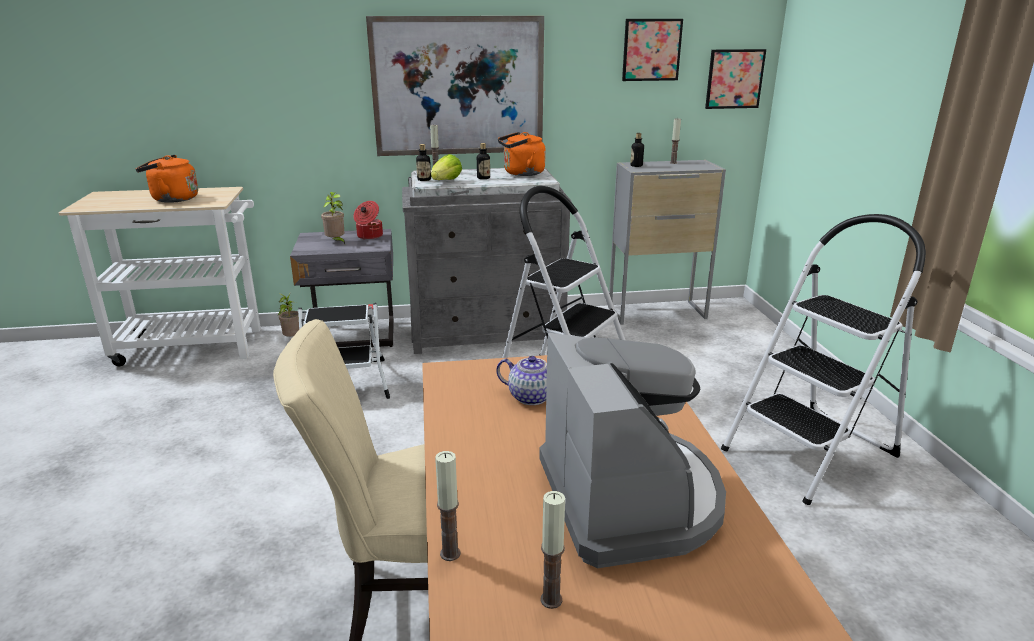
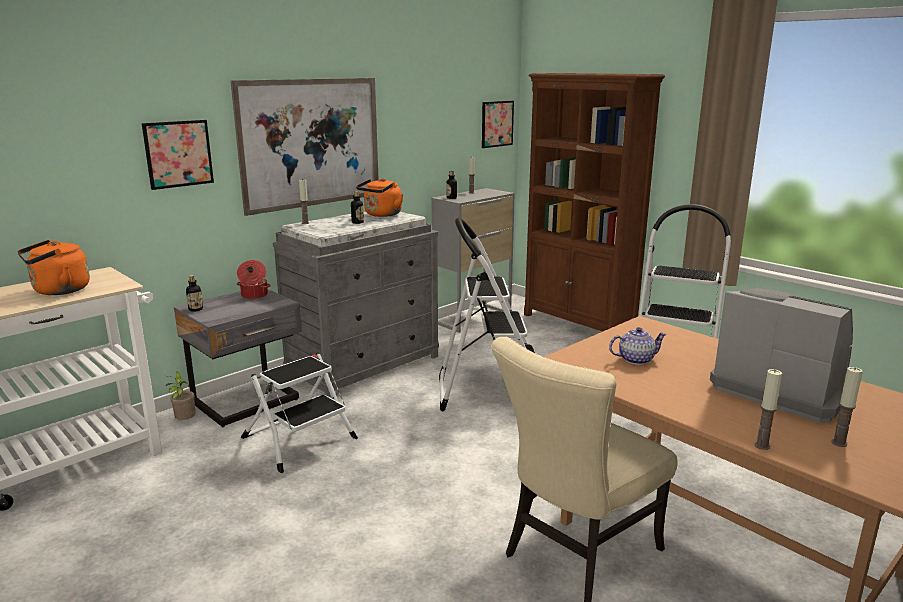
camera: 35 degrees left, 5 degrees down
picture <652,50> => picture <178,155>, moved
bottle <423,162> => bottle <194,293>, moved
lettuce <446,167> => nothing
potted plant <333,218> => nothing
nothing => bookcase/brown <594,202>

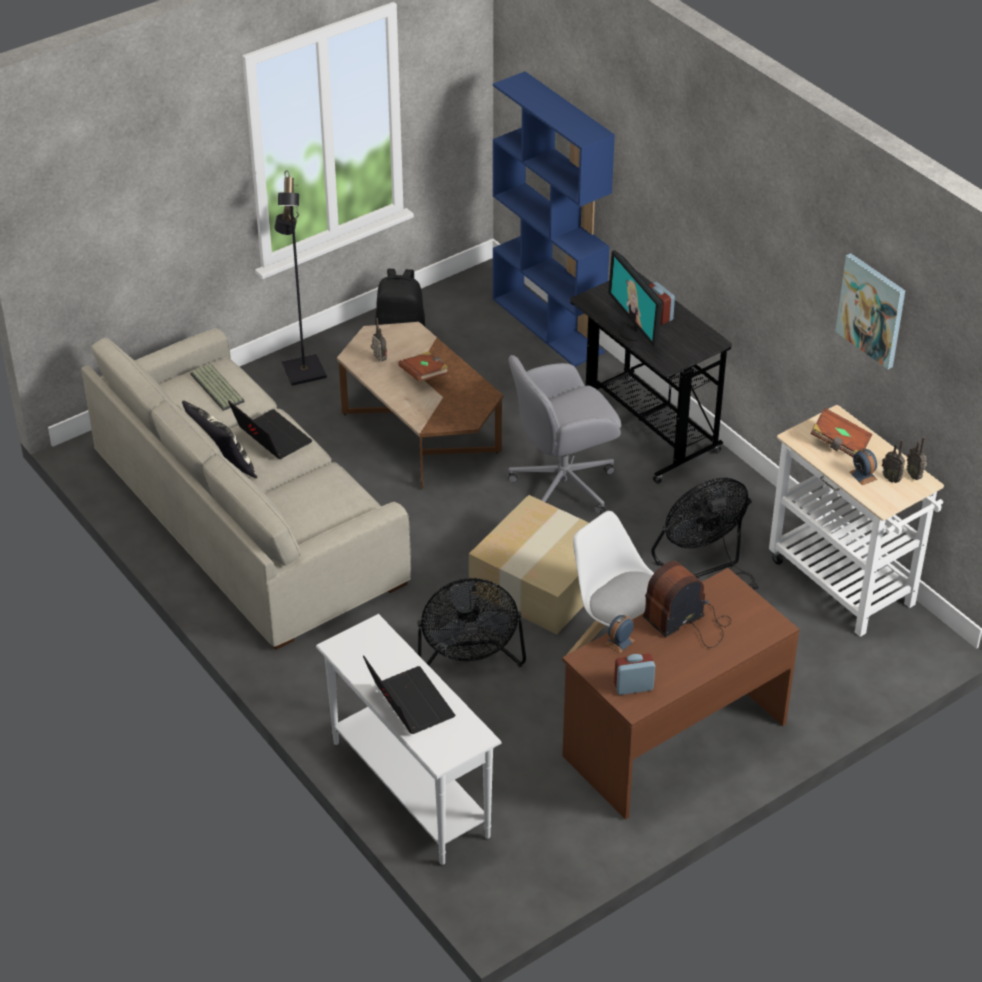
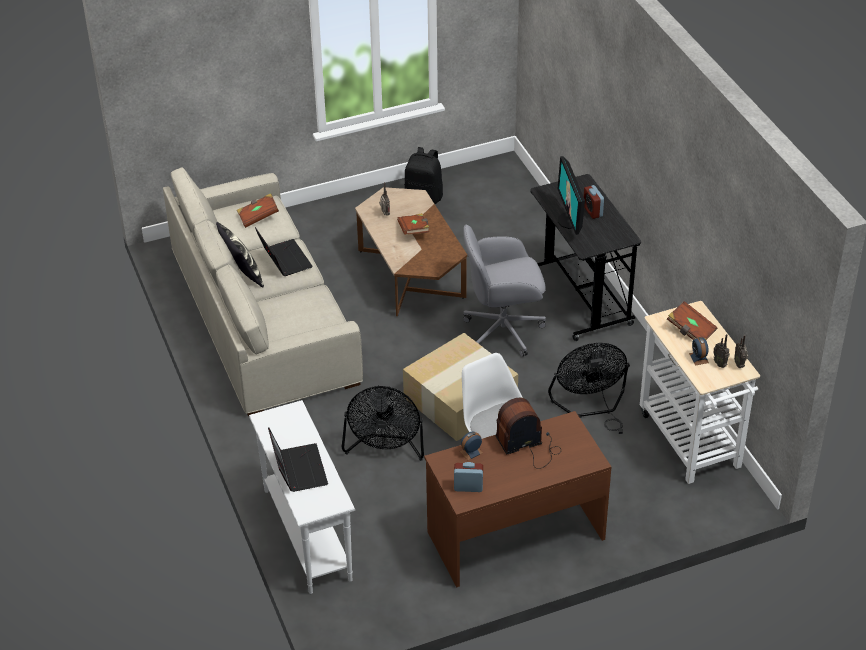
camera: 15 degrees right, 0 degrees up
bookcase/blue <554,219> => nothing
floor lamp/black <300,278> => nothing
picture <870,311> => nothing
keyboard <217,387> => book/brown <258,210>

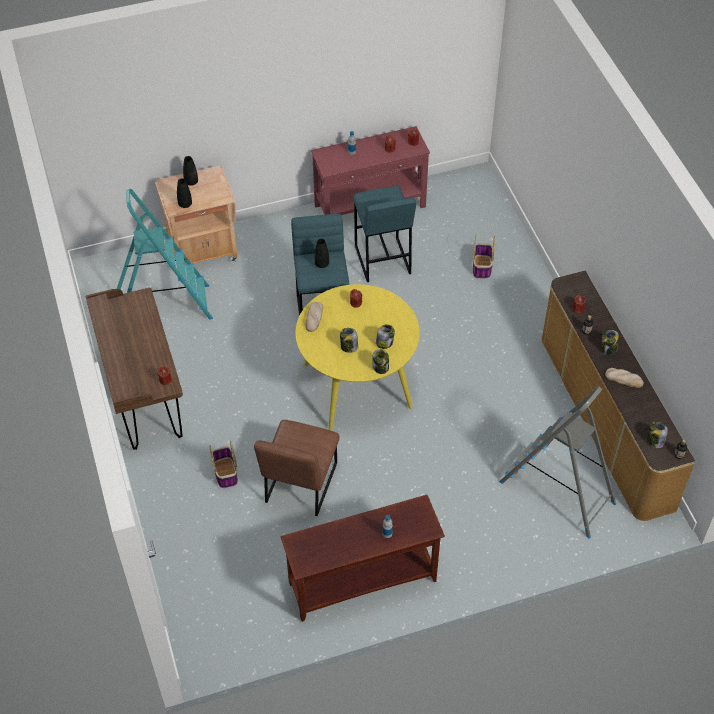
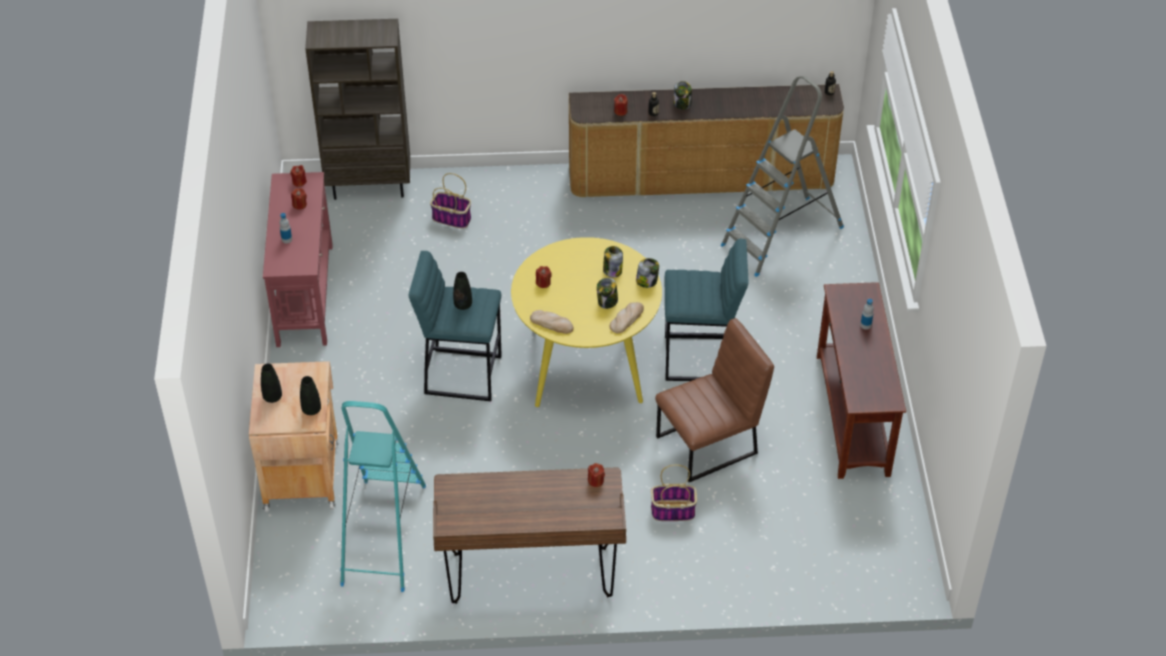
camera: 75 degrees left, 5 degrees down
stool/turquoise <384,234> => stool/turquoise <707,309>, moved
bread <624,378> => bread <627,318>, moved
chair/brown <297,468> => chair/brown <714,400>, 60 degrees counterclockwise
jar <657,434> => nothing
nothing => bookcase/brown <357,109>

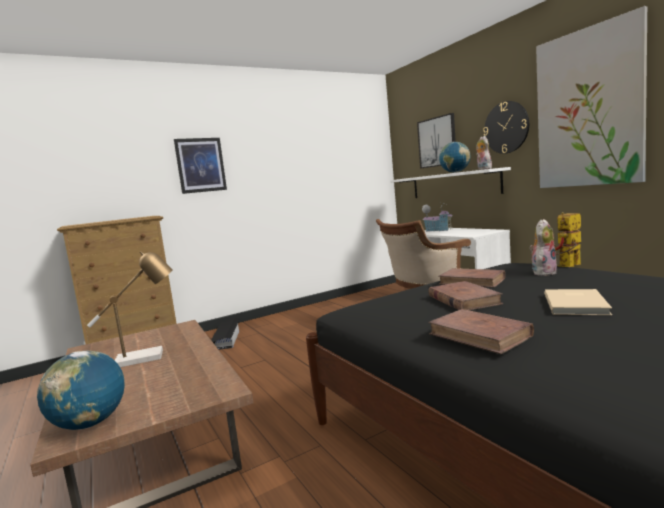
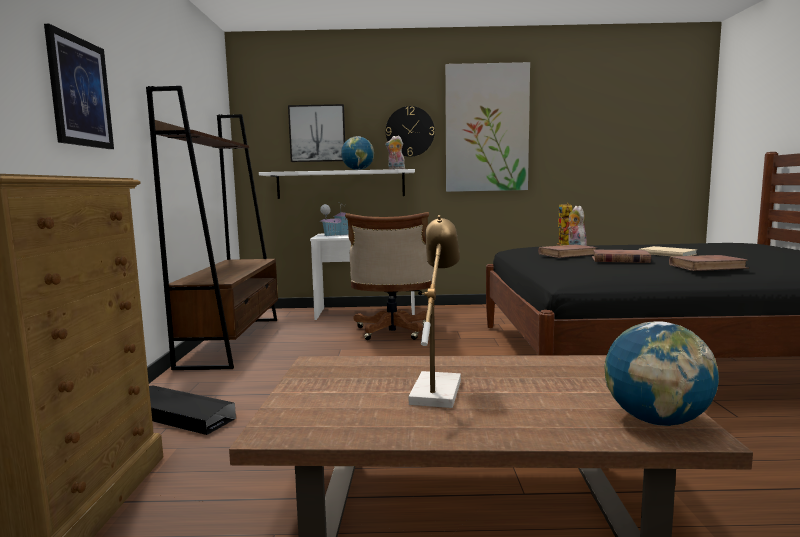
camera: 60 degrees left, 0 degrees up
nothing => bookcase/brown <212,228>

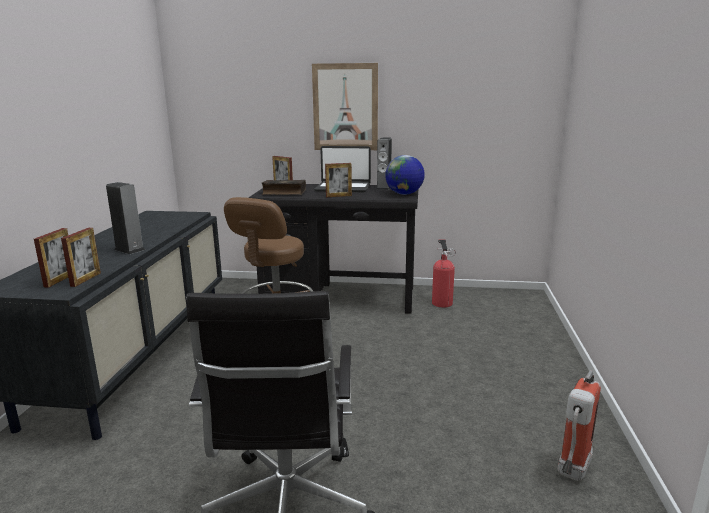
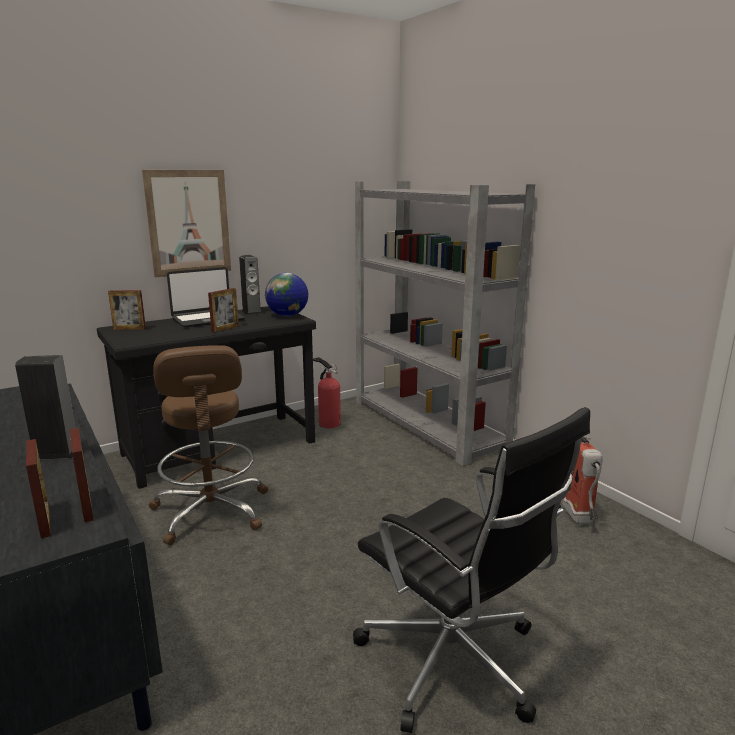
camera: 40 degrees left, 0 degrees up
book <284,187> => nothing
nothing => bookcase/grey <445,324>

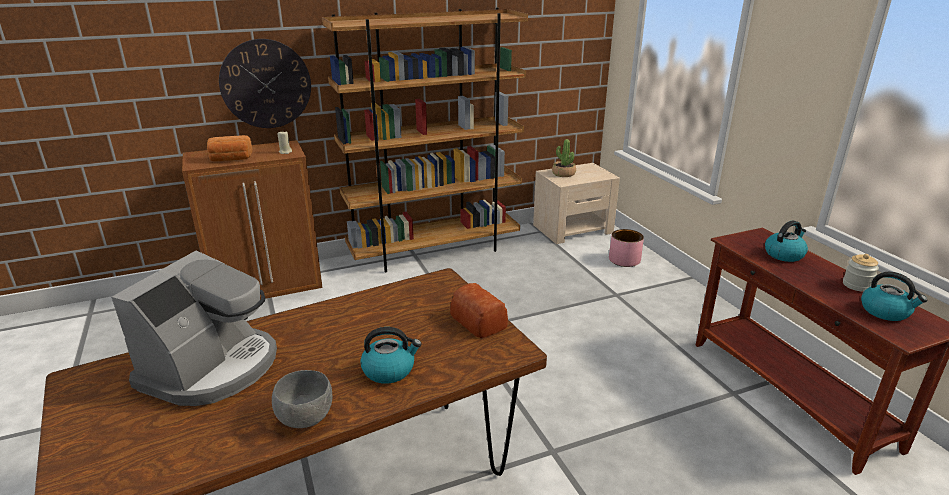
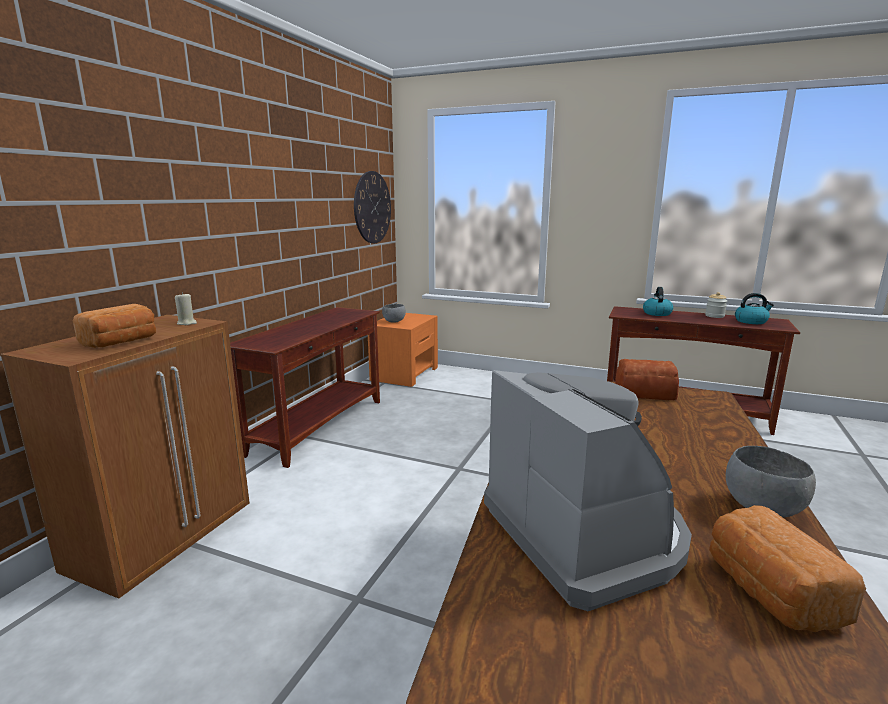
camera: 45 degrees left, 10 degrees down
bookcase/brown <425,140> => console table/brown <305,387>
wall clock <265,83> => wall clock <372,207>, moved
potted plant <564,158> => bowl/grey <394,313>
nightstand/beige <576,203> => nightstand/orange <403,350>
planter/pink <626,248> => nothing
kettle <391,355> => nothing
nothing => bread <787,568>

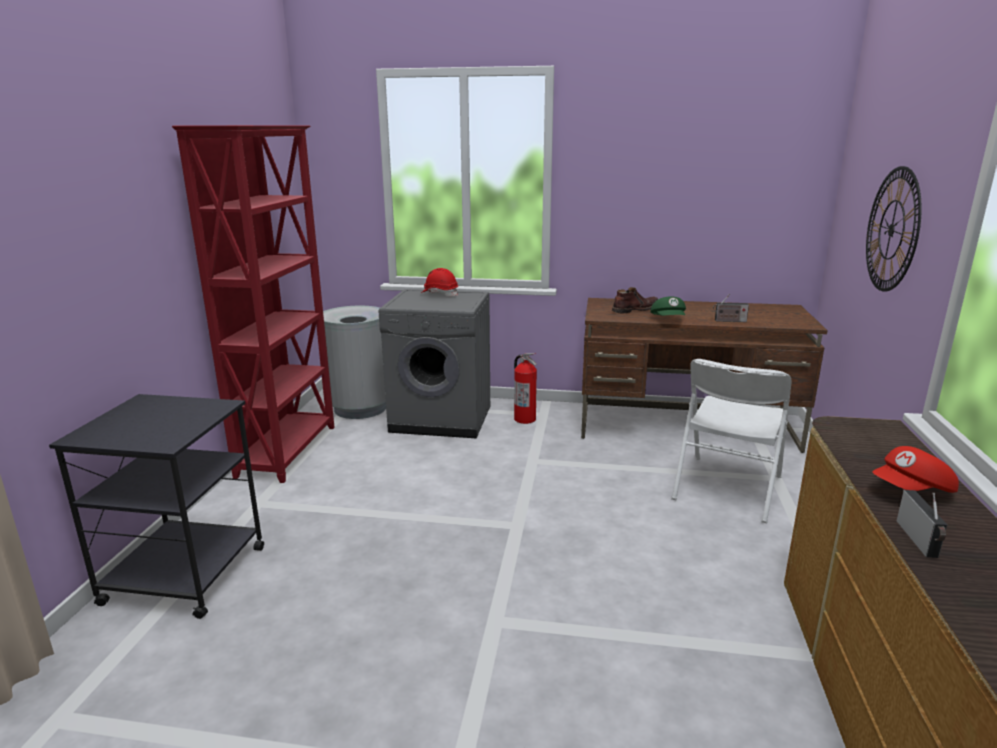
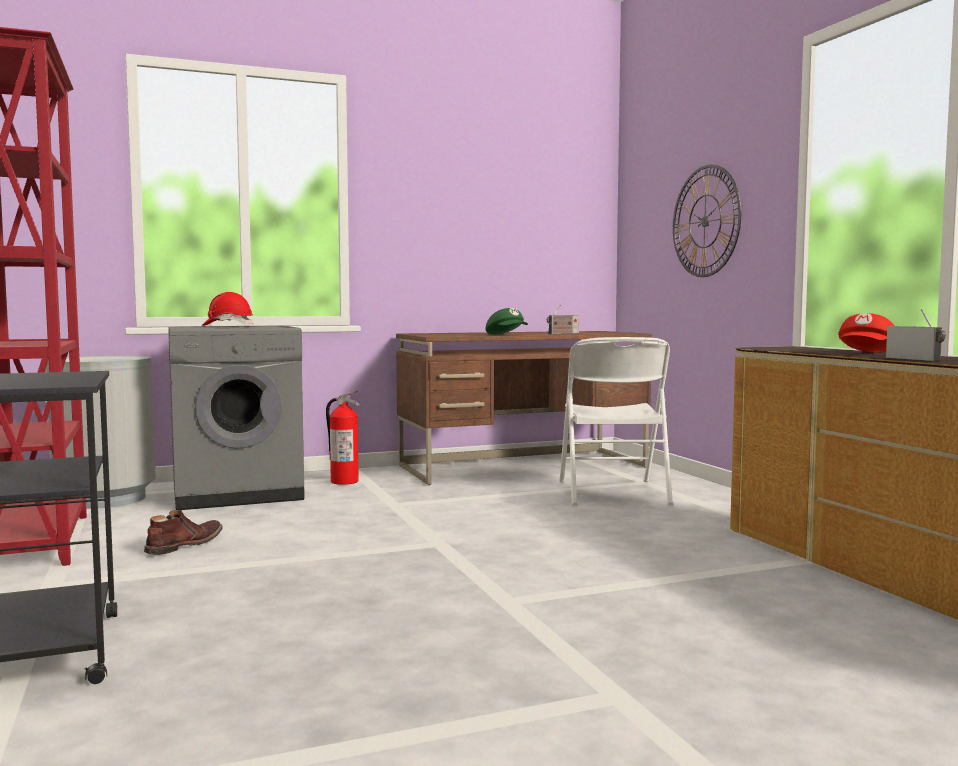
camera: 30 degrees left, 15 degrees down
boot/brown <635,300> => boot/brown <183,532>, moved

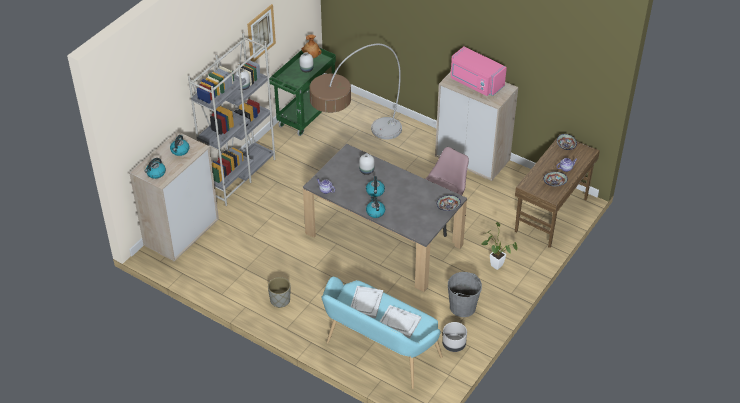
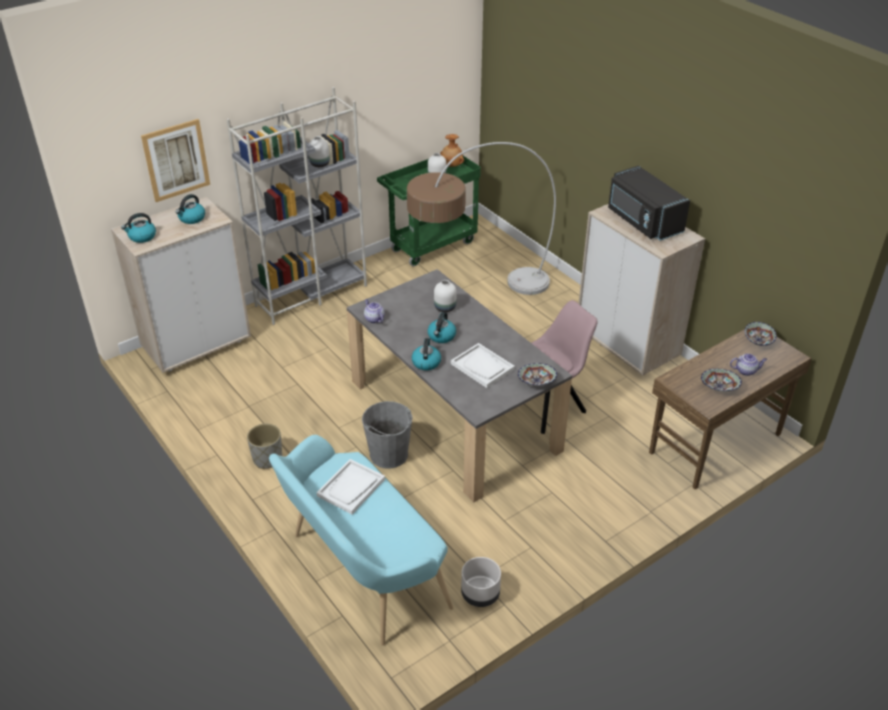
camera: 20 degrees right, 5 degrees down
picture <261,33> => picture <175,160>, moved
microwave/pink <479,71> => microwave/black <649,203>
potted plant <499,246> => nothing
bucket/grey <465,294> => bucket/grey <387,435>, moved
tray/white <400,321> => tray/white <483,365>, moved

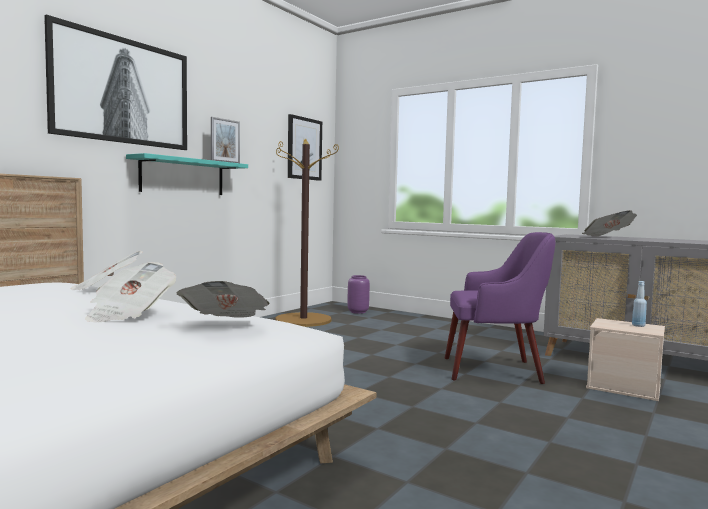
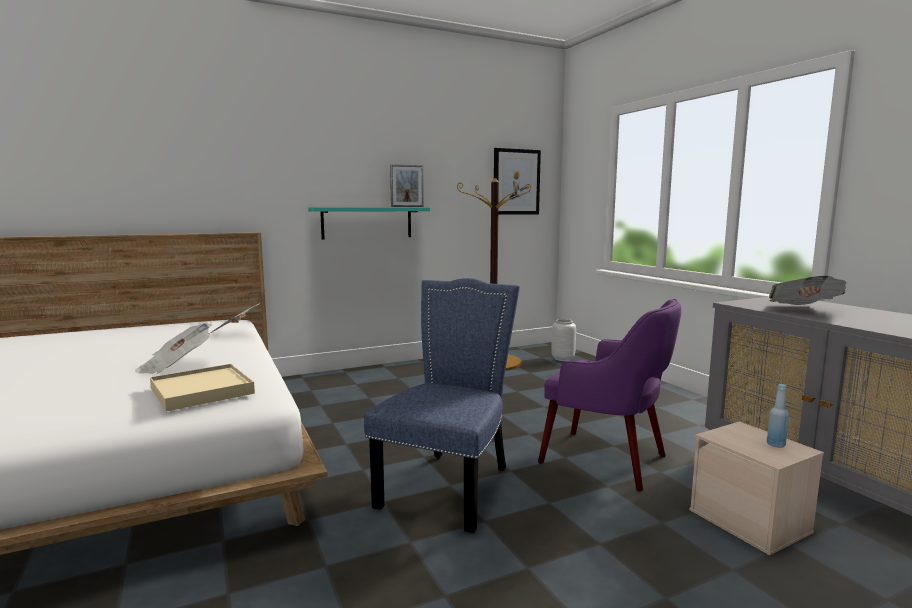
camera: 30 degrees right, 5 degrees up
picture <115,82> => nothing
vase/purple <358,294> => vase/grey <563,340>
newspaper <223,299> => tray/beige <202,388>
nothing => chair/blue <442,405>

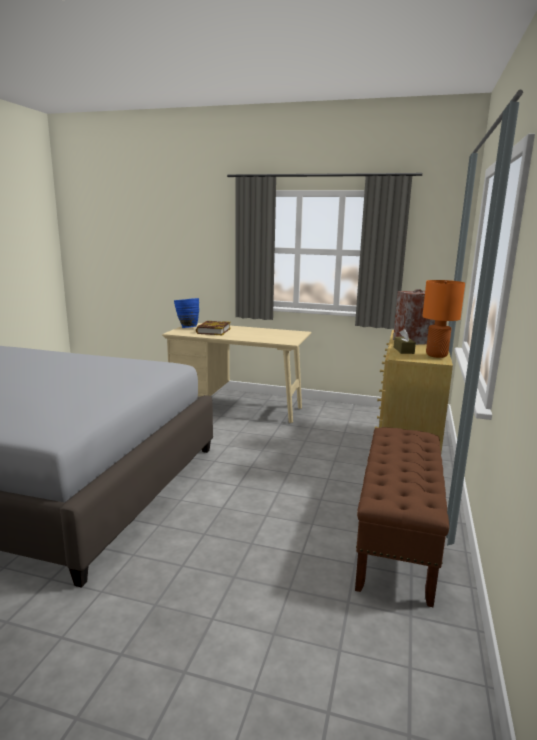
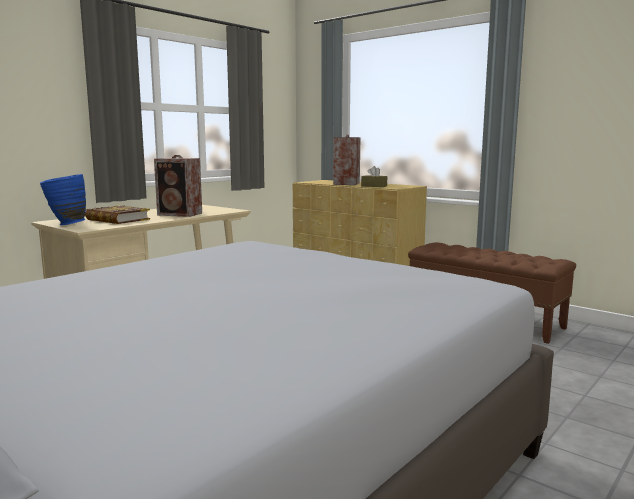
camera: 65 degrees left, 5 degrees down
table lamp/orange <443,319> => nothing
nothing => speaker <178,186>

